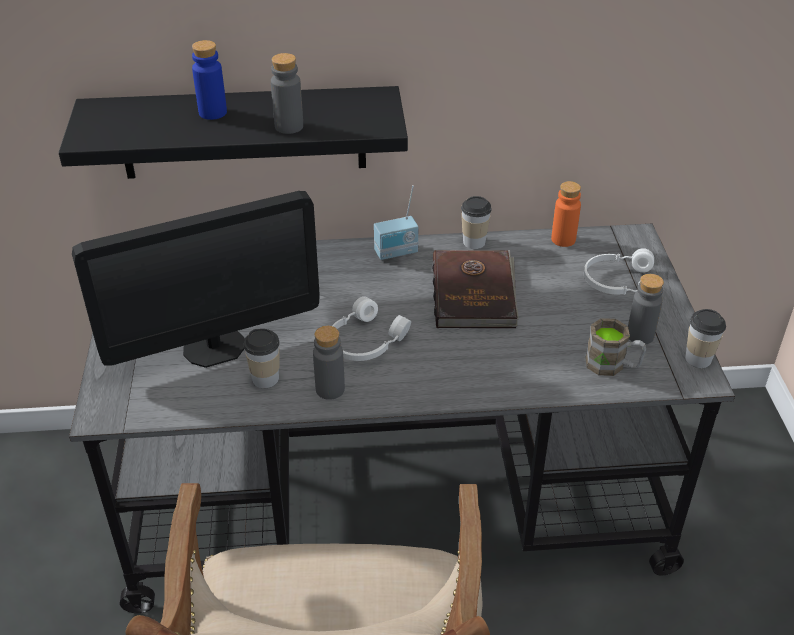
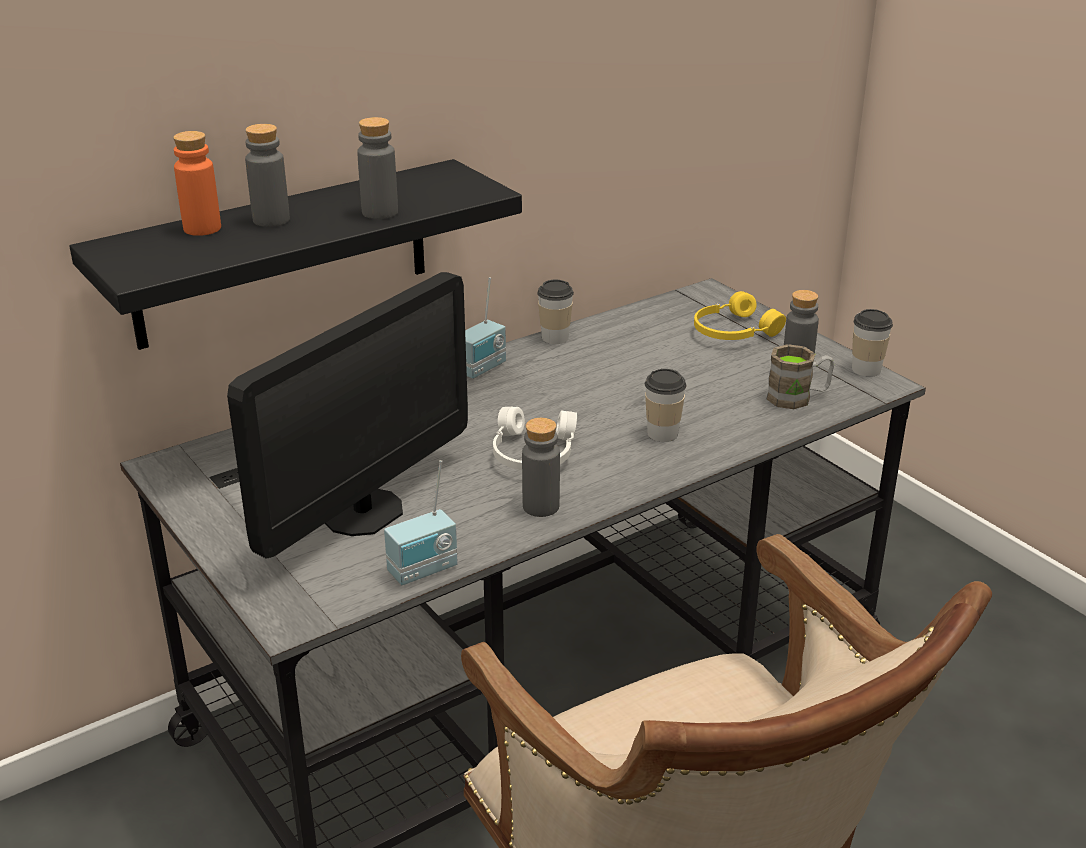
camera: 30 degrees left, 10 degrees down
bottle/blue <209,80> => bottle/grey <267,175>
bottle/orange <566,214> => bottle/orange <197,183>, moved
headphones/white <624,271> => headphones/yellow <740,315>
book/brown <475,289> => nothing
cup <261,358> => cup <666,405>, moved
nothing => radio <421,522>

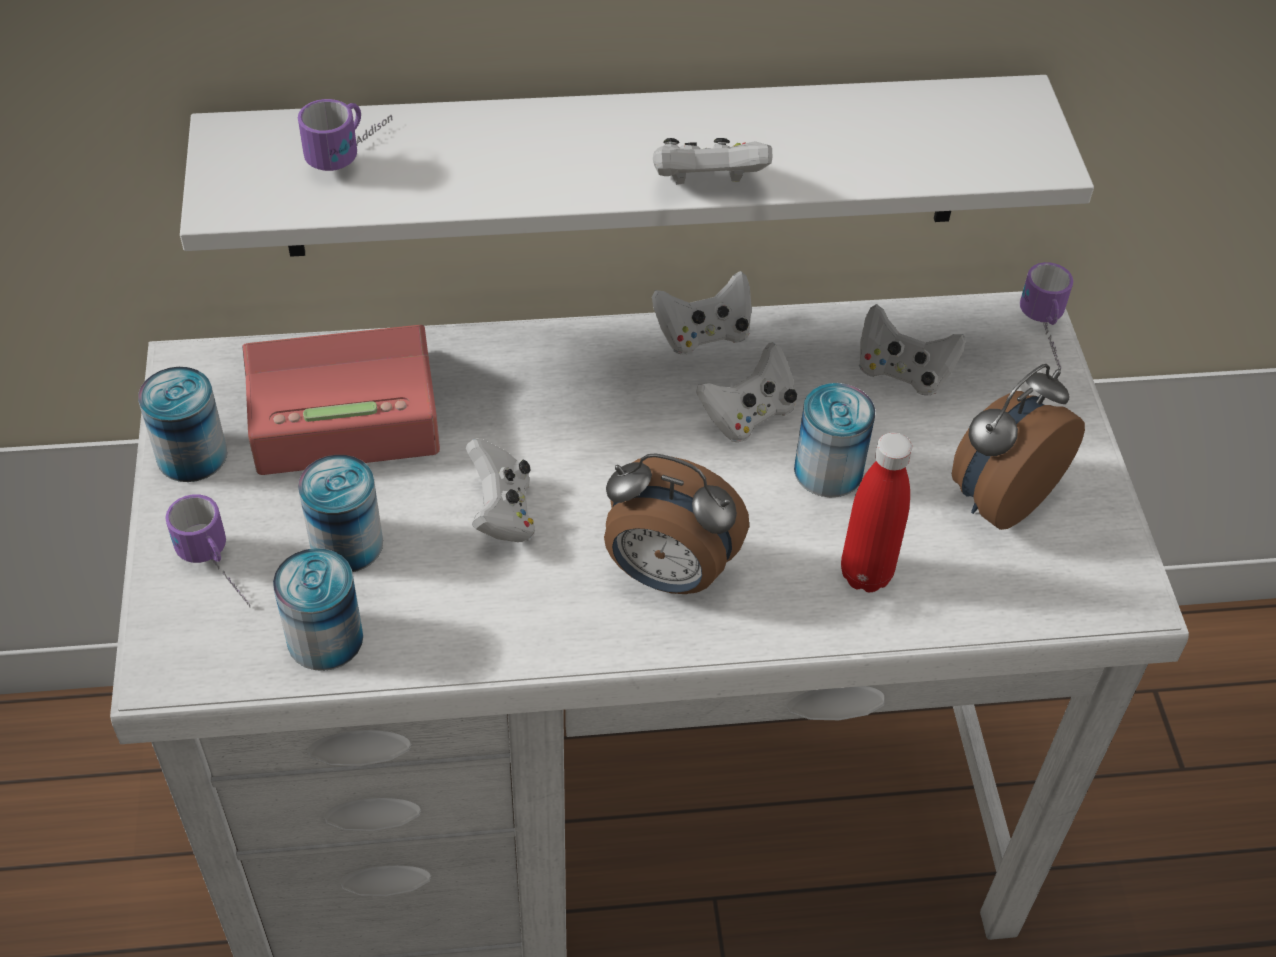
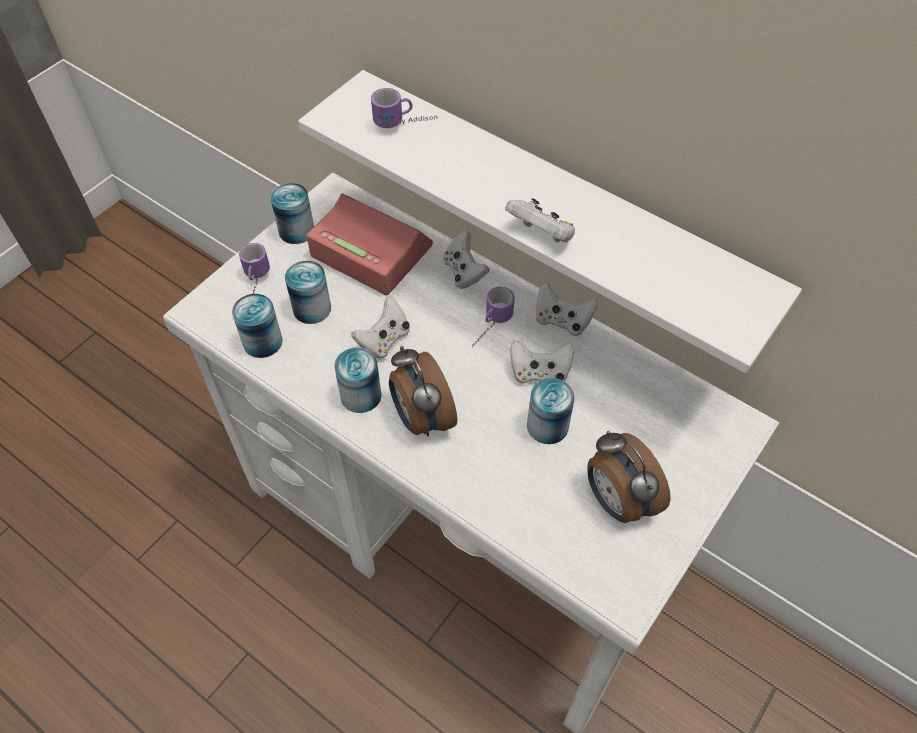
camera: 45 degrees right, 5 degrees up
mug <1046,316> => mug <493,317>, moved
game controller/white <912,349> => game controller/white <466,259>, moved
alarm clock <1018,447> => alarm clock <629,477>, 120 degrees counterclockwise
bottle/red <876,512> => nothing
nothing => can <358,380>

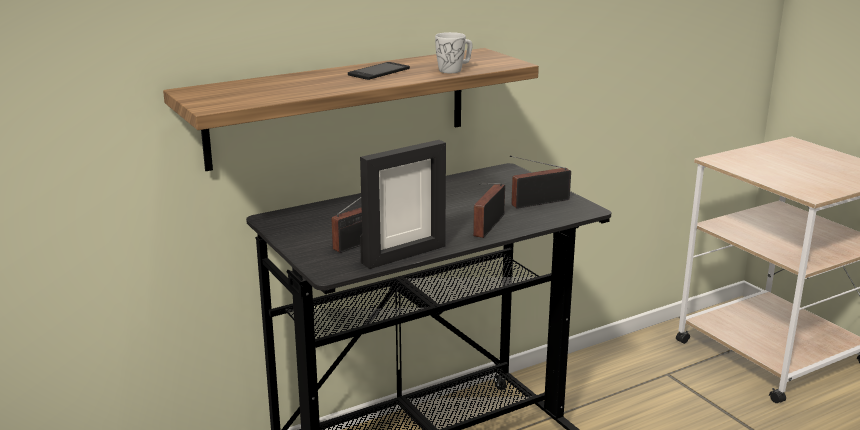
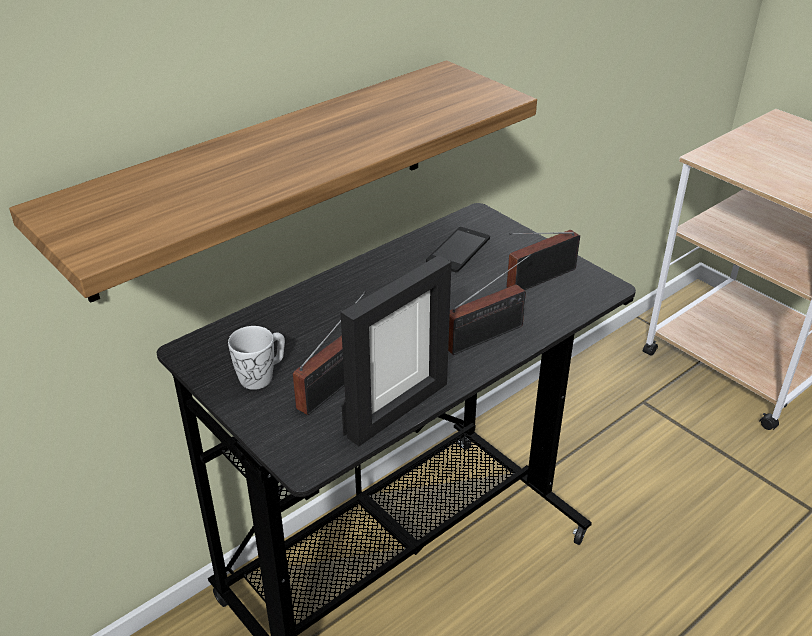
camera: 10 degrees left, 15 degrees up
mug/white <454,52> => mug/white <256,358>, moved
phone <379,71> => phone <458,250>, moved
radio <489,210> => radio <489,304>, 135 degrees counterclockwise

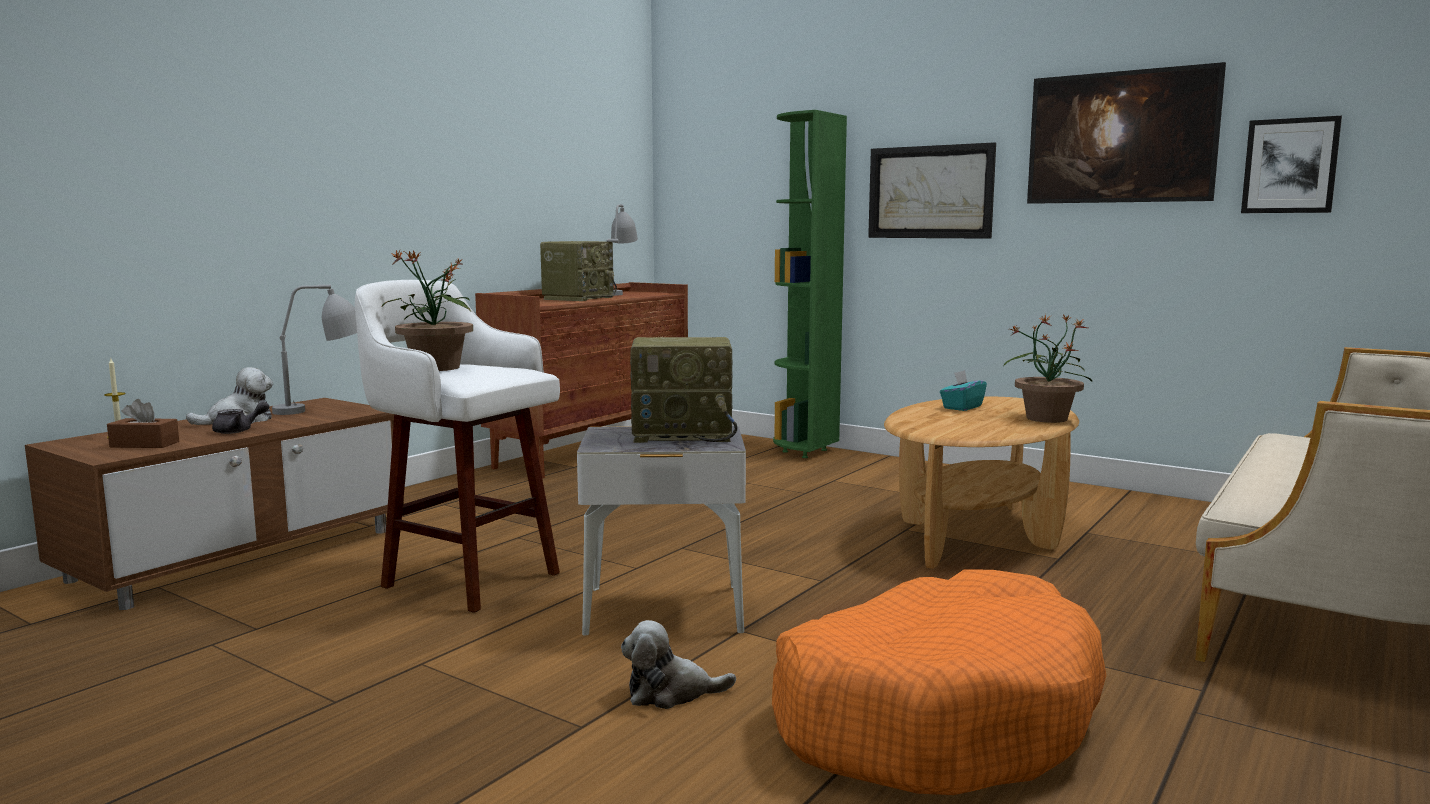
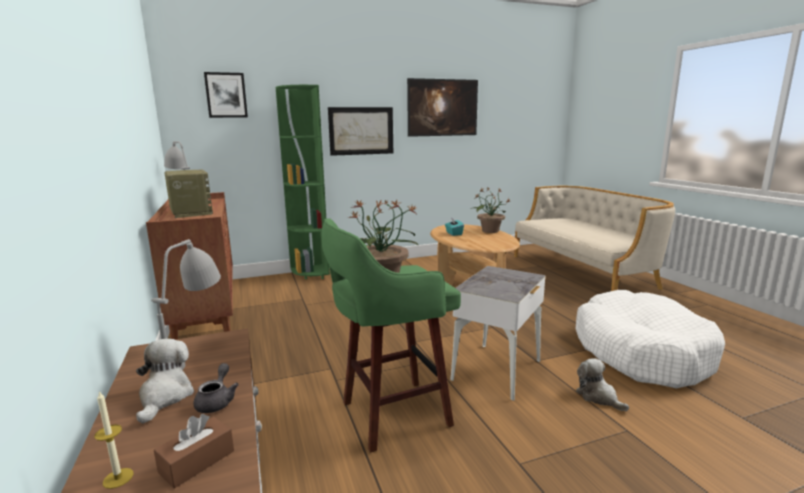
camera: 55 degrees left, 5 degrees up
picture <1291,164> => picture <226,95>, moved
stool/white <457,446> => stool/green <391,335>
radio <683,390> => nothing
dog bed/orange <939,682> => dog bed/white <650,339>
plush toy <678,664> => plush toy <602,384>, 120 degrees clockwise

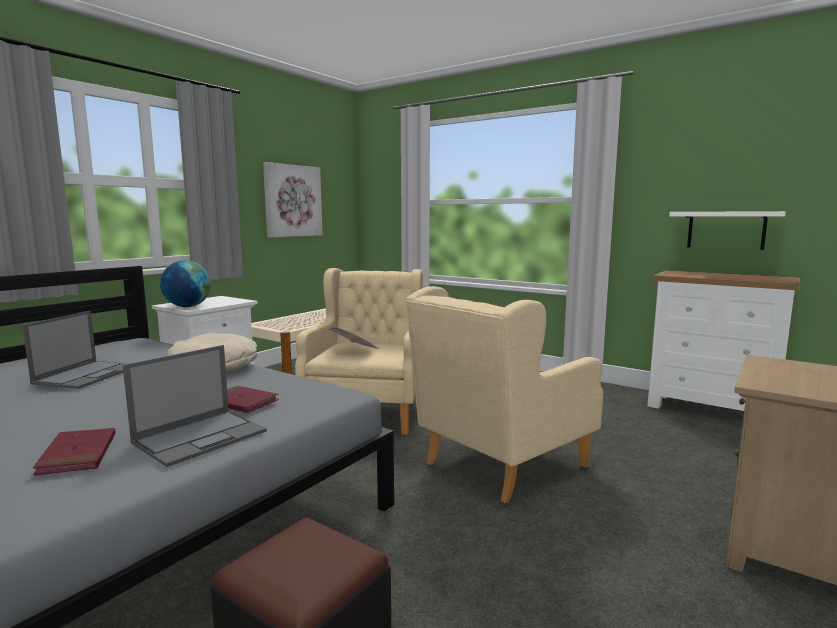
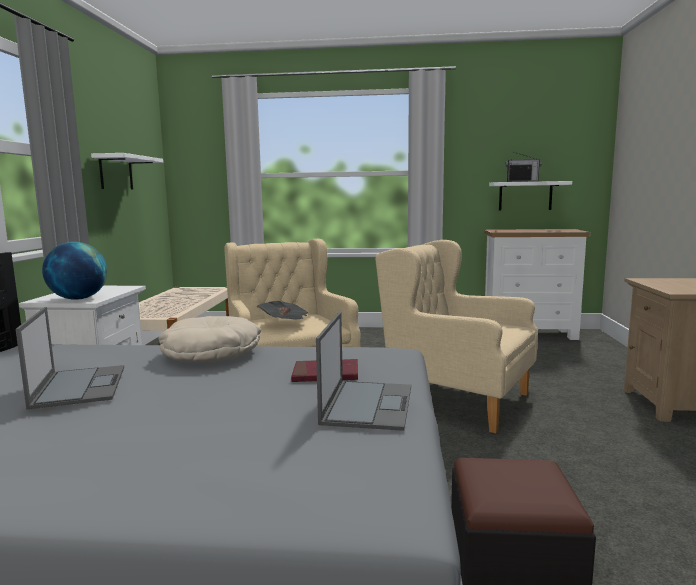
camera: 30 degrees left, 0 degrees up
picture <293,199> => shelf/white <127,171>
armchair/beige <504,395> => armchair/beige <456,336>, 105 degrees clockwise
book/red <74,451> => nothing
nothing => radio <523,166>

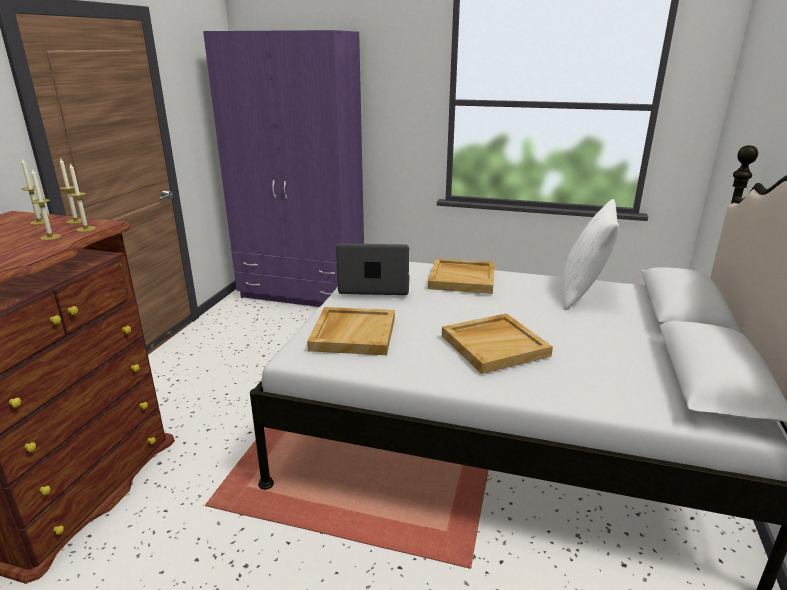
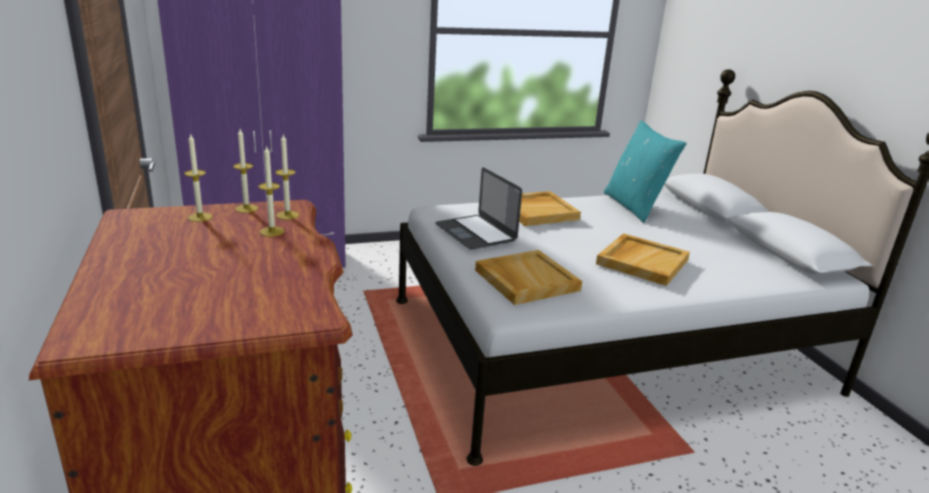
camera: 35 degrees left, 0 degrees up
pillow/white <591,254> => pillow/turquoise <645,172>
laptop <373,269> => laptop <478,208>, 90 degrees counterclockwise

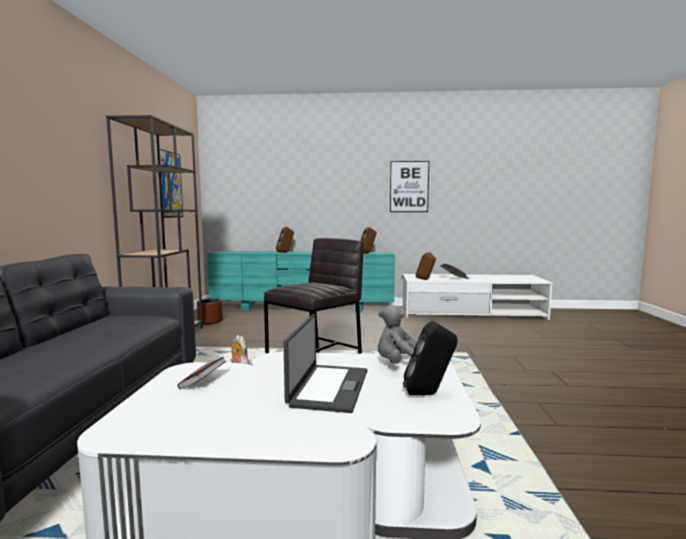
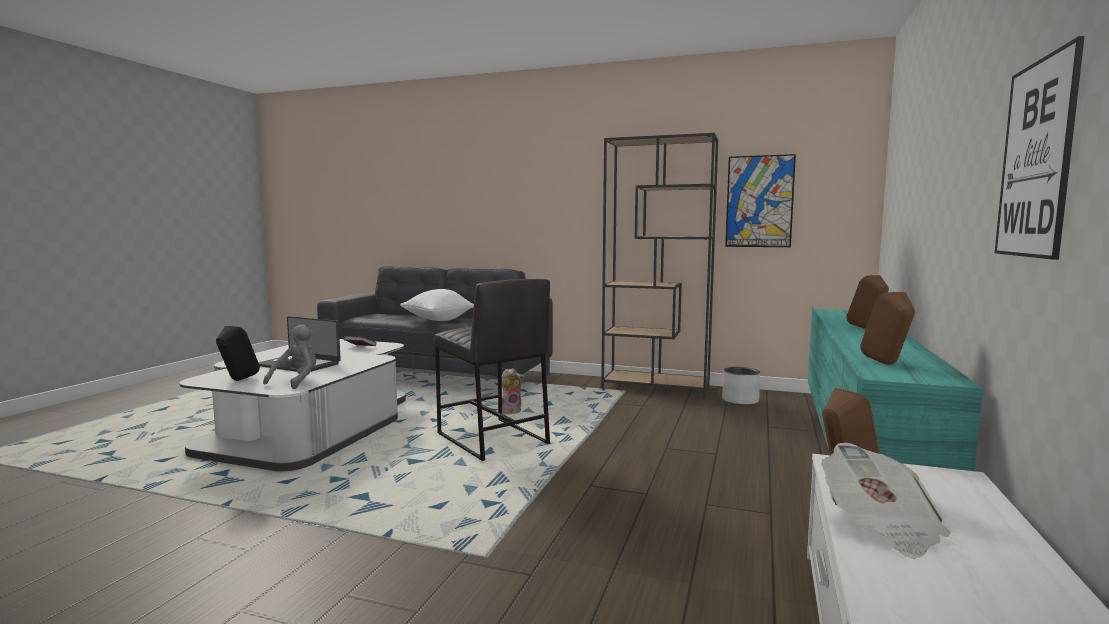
camera: 105 degrees right, 0 degrees up
planter/brown <210,311> => planter/grey <741,386>
nothing => pillow/white <437,305>

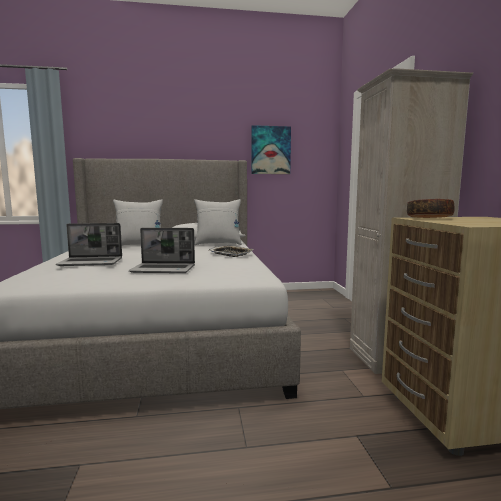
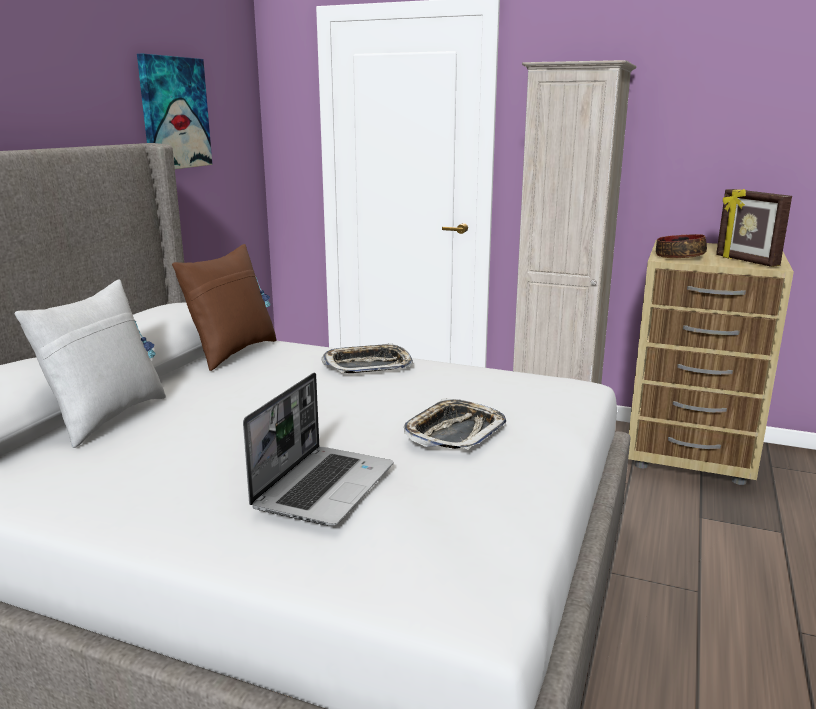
camera: 60 degrees left, 10 degrees up
pillow/grey <218,222> => pillow/brown <224,307>
laptop <162,250> => tray <455,424>
nothing => picture frame <754,228>

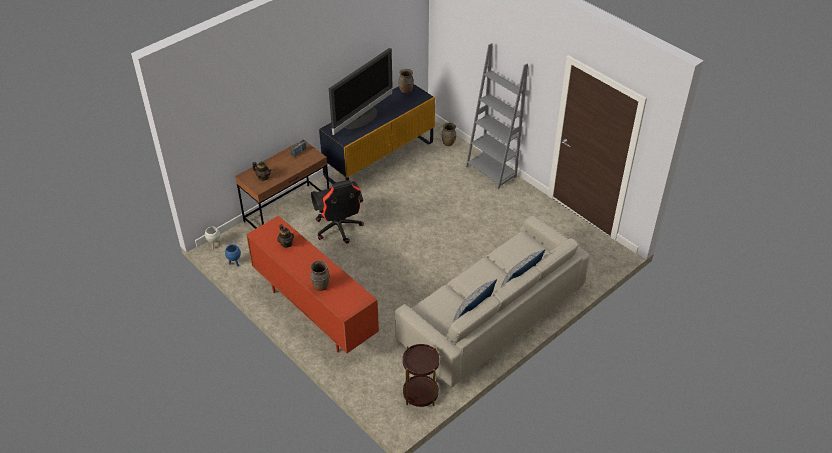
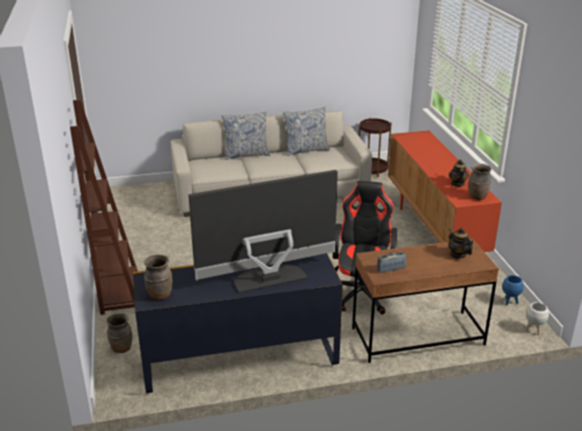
camera: 150 degrees left, 15 degrees down
bookcase/grey <497,116> => bookcase/brown <104,207>
vase/brown <320,276> => vase/brown <479,181>, moved

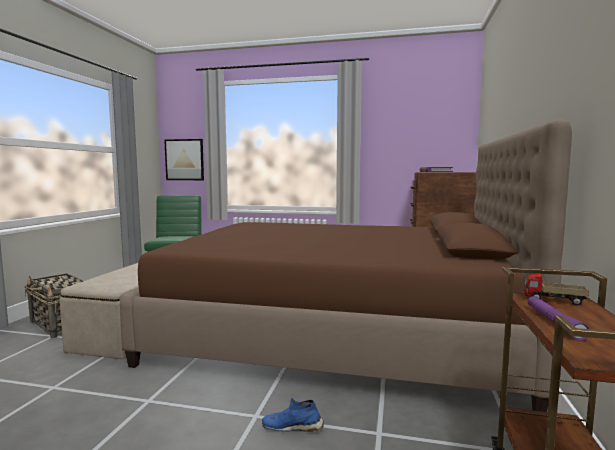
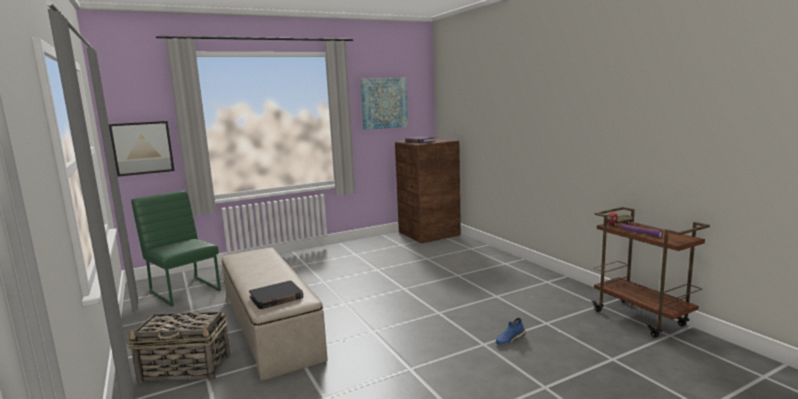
camera: 40 degrees left, 5 degrees up
bed/brown <345,265> => nothing
nothing => picture <384,104>
nothing => book/black <276,294>

